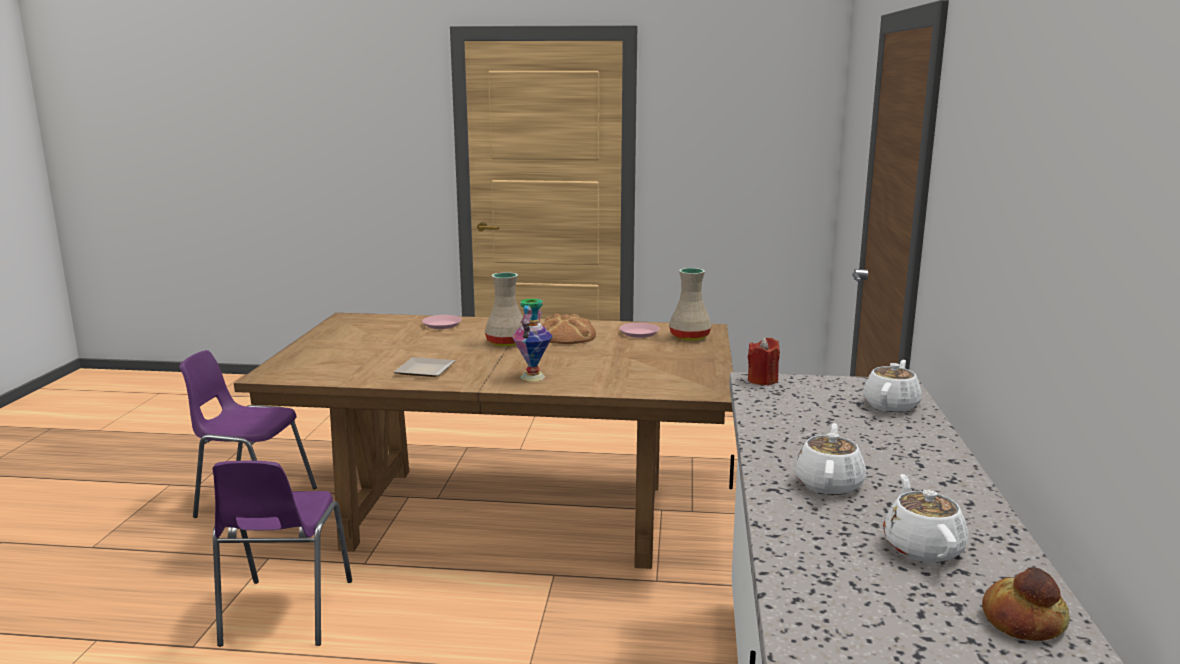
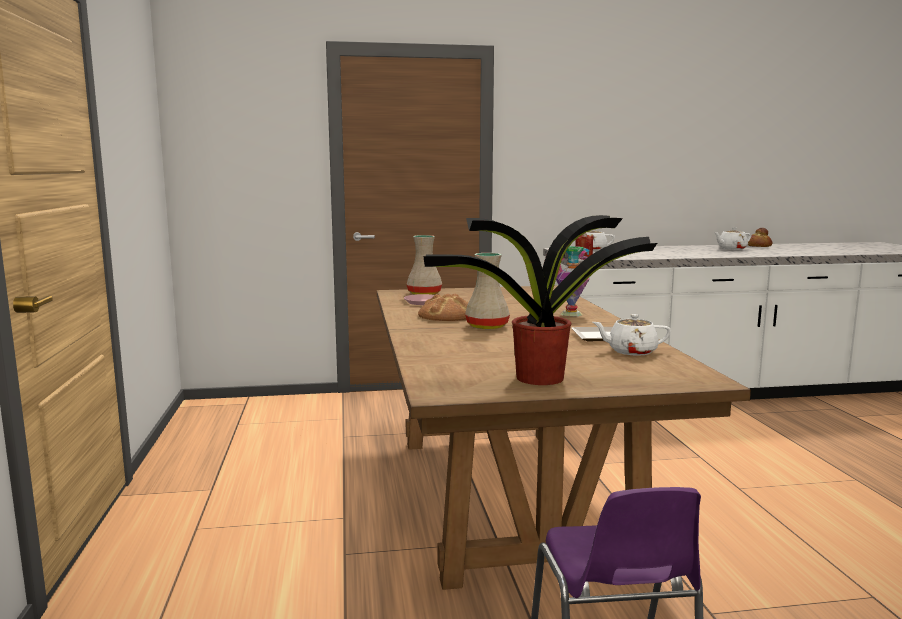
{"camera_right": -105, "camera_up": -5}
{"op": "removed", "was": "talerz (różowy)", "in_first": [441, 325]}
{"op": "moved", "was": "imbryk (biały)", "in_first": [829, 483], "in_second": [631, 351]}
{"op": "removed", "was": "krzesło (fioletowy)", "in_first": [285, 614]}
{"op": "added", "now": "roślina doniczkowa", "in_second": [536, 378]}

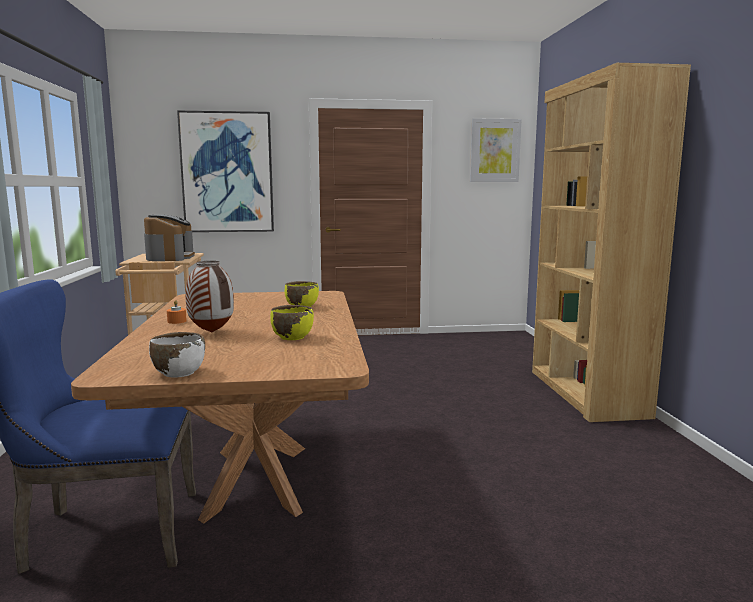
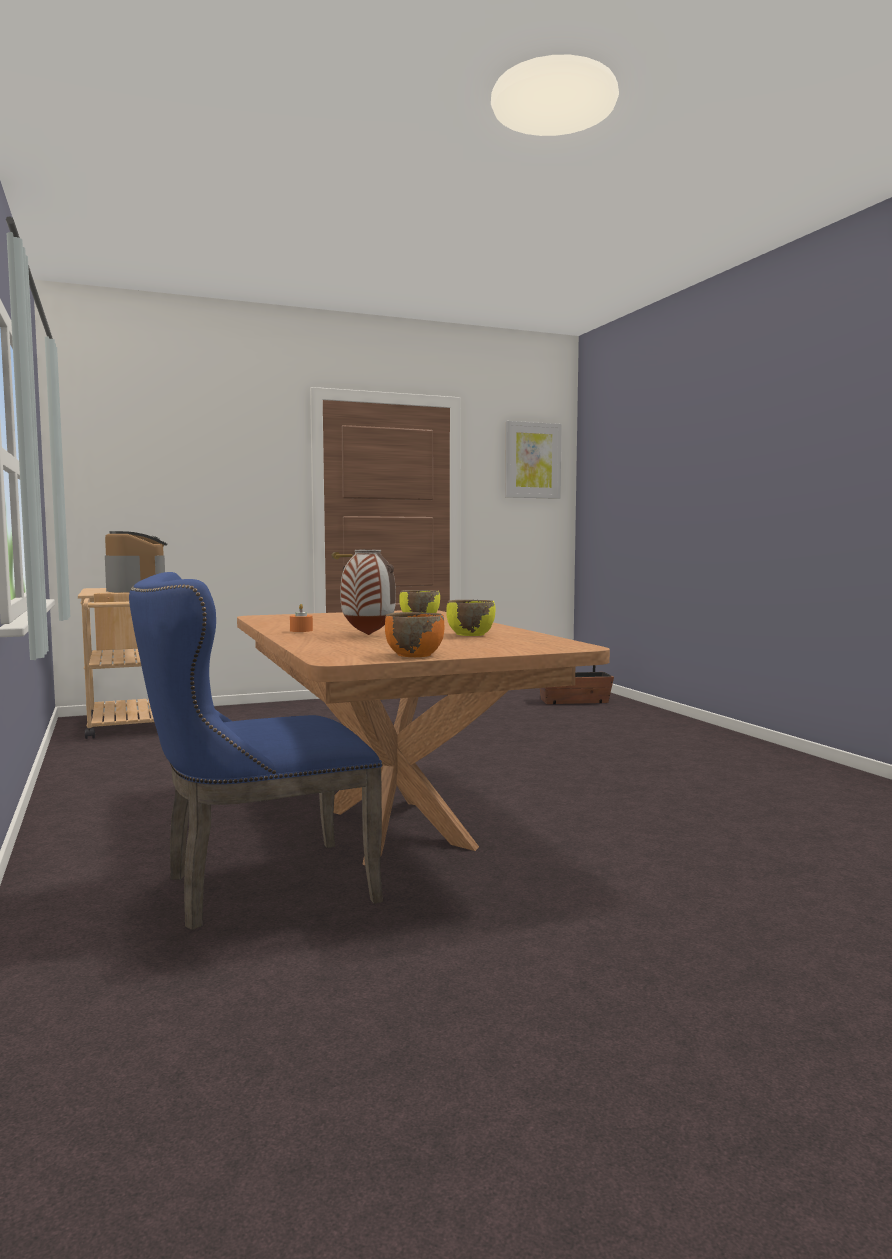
{"camera_right": -15, "camera_up": -5}
{"op": "removed", "was": "regał (brązowy)", "in_first": [585, 393]}
{"op": "removed", "was": "obraz", "in_first": [227, 172]}
{"op": "recoloured", "was": "miska (biały)", "now": "miska (pomarańczowy)", "in_first": [178, 373], "in_second": [414, 655]}
{"op": "added", "now": "donica", "in_second": [574, 701]}

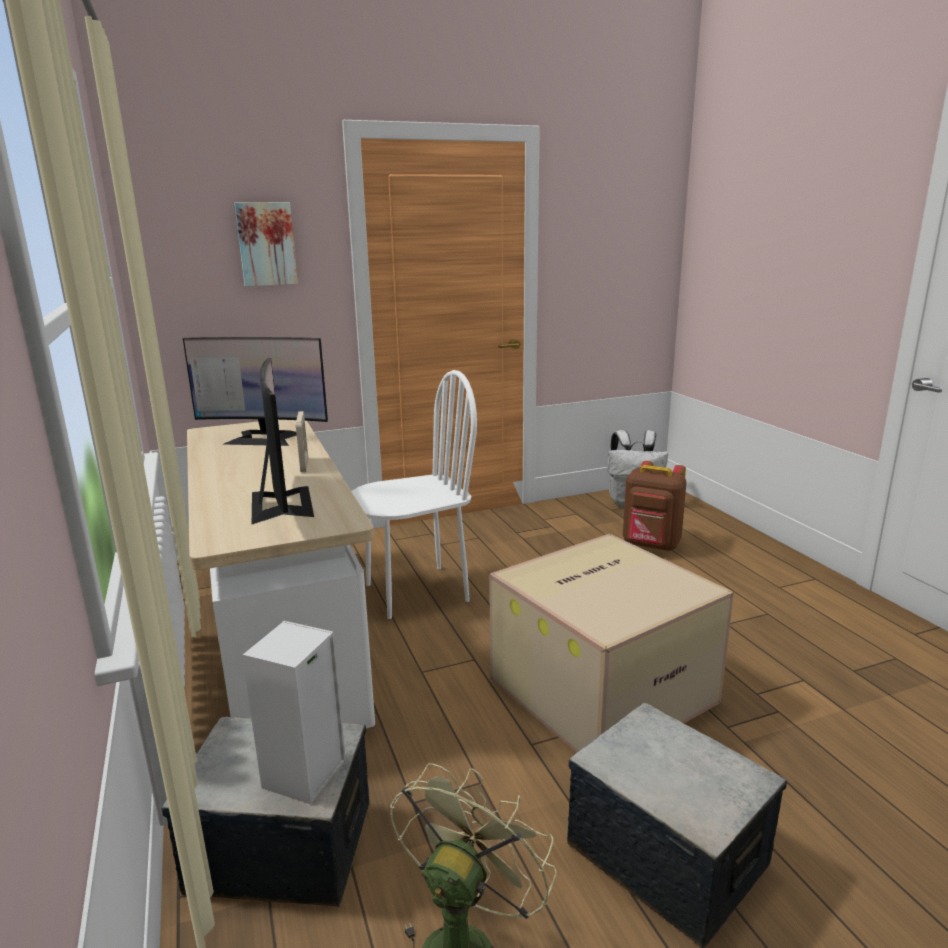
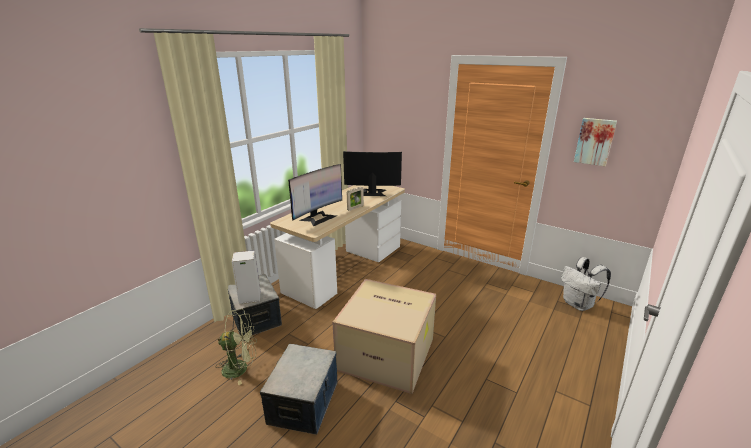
{"camera_right": 55, "camera_up": 5}
{"op": "moved", "was": "obraz", "in_first": [266, 244], "in_second": [594, 141]}
{"op": "turned", "was": "monitor", "in_first": [264, 438], "in_second": [372, 192], "clockwise": 120}
{"op": "removed", "was": "krzesło (biały)", "in_first": [416, 592]}
{"op": "removed", "was": "plecak (brązowy)", "in_first": [651, 545]}

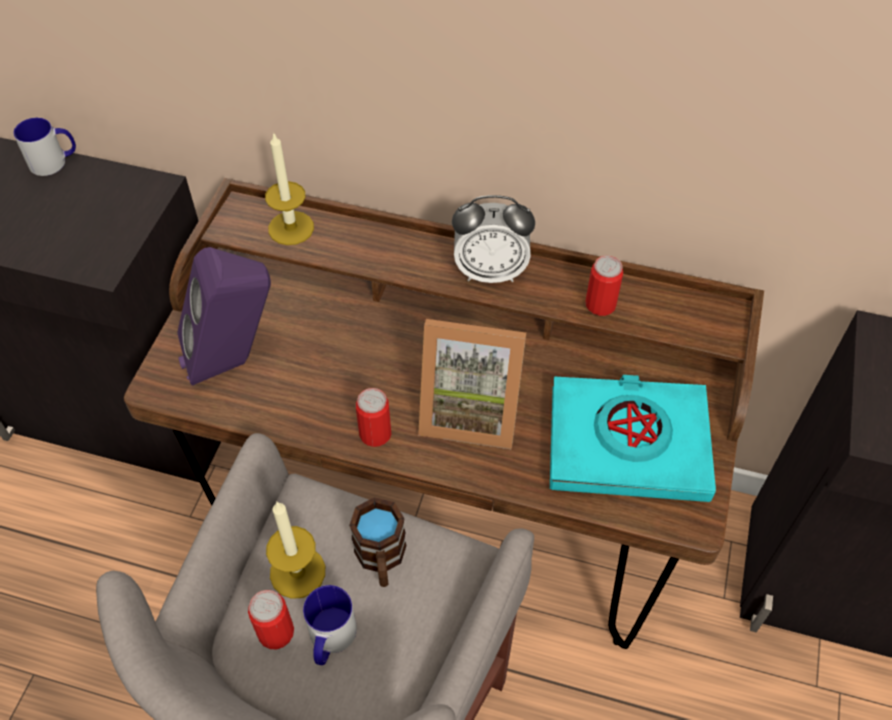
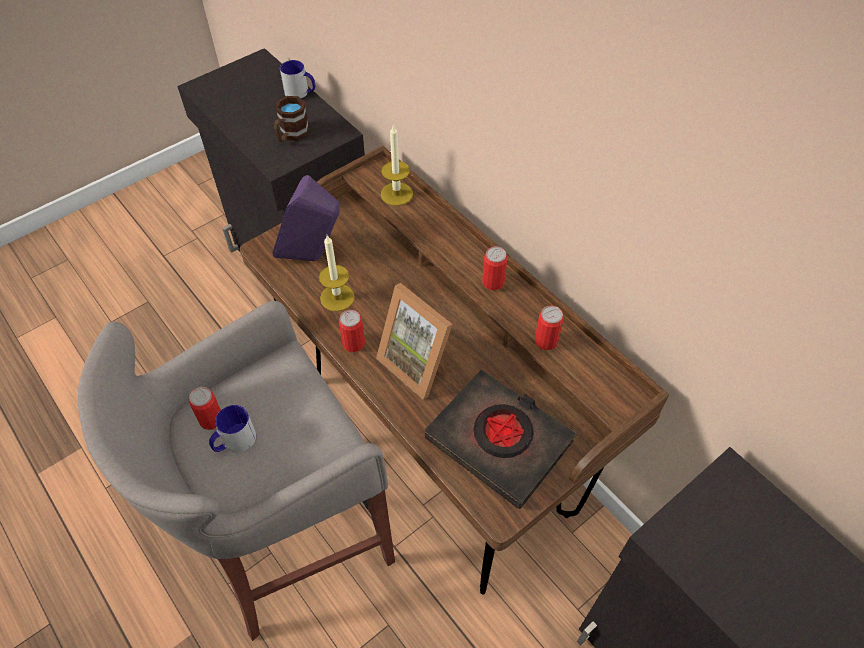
{"camera_right": 35, "camera_up": 0}
{"op": "replaced", "was": "budzik", "now": "puszka", "in_first": [490, 271], "in_second": [493, 282]}
{"op": "recoloured", "was": "książka (turkusowy)", "now": "książka (czarny)", "in_first": [627, 443], "in_second": [499, 440]}
{"op": "moved", "was": "kubek (brązowy)", "in_first": [381, 559], "in_second": [291, 135]}
{"op": "moved", "was": "świeca", "in_first": [297, 572], "in_second": [337, 297]}

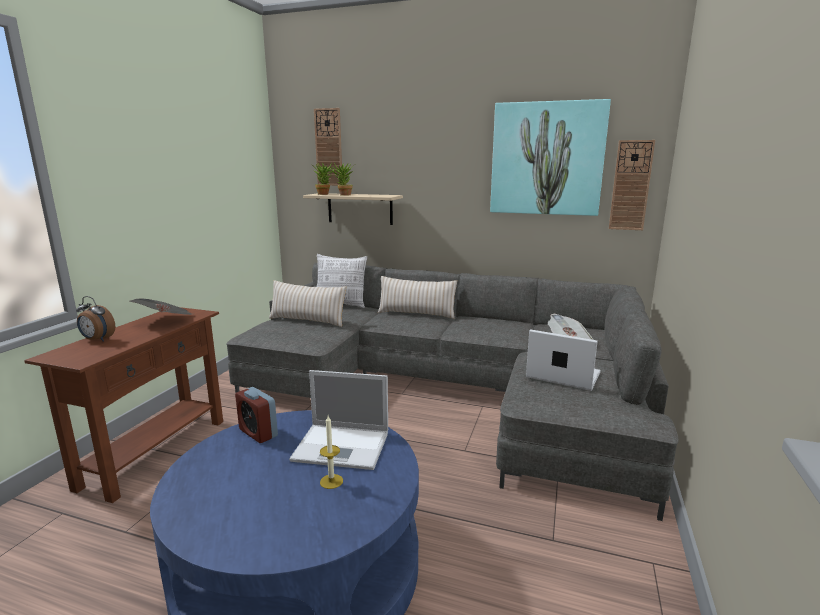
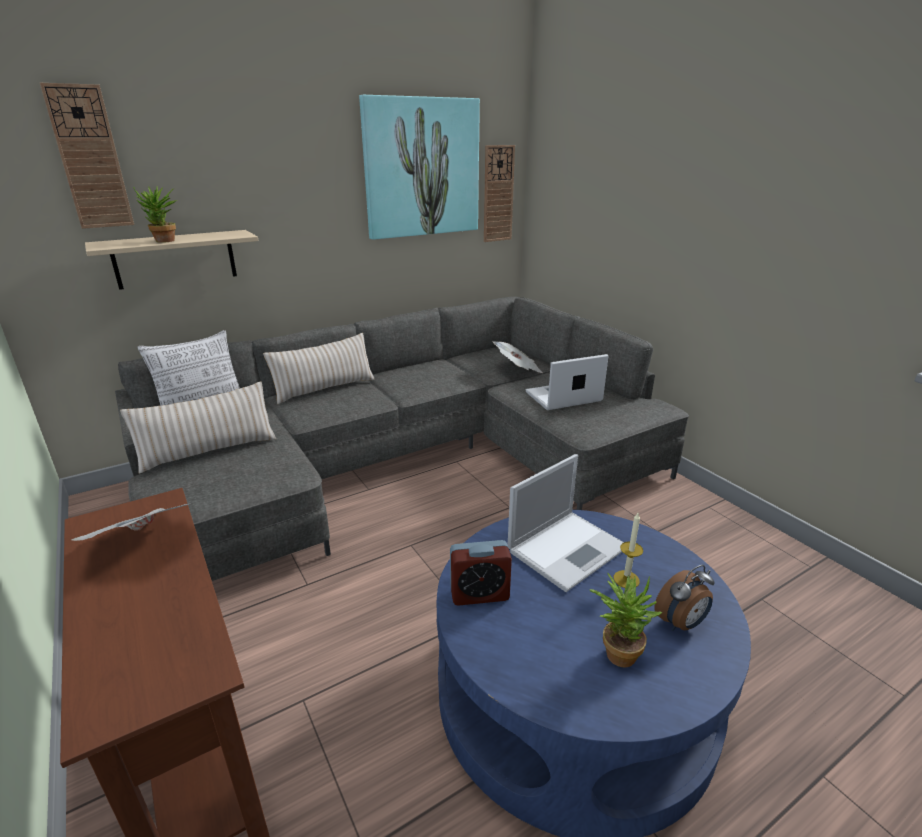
{"camera_right": -50, "camera_up": 10}
{"op": "moved", "was": "roślina doniczkowa", "in_first": [324, 194], "in_second": [617, 650]}
{"op": "moved", "was": "budzik", "in_first": [97, 340], "in_second": [681, 623]}

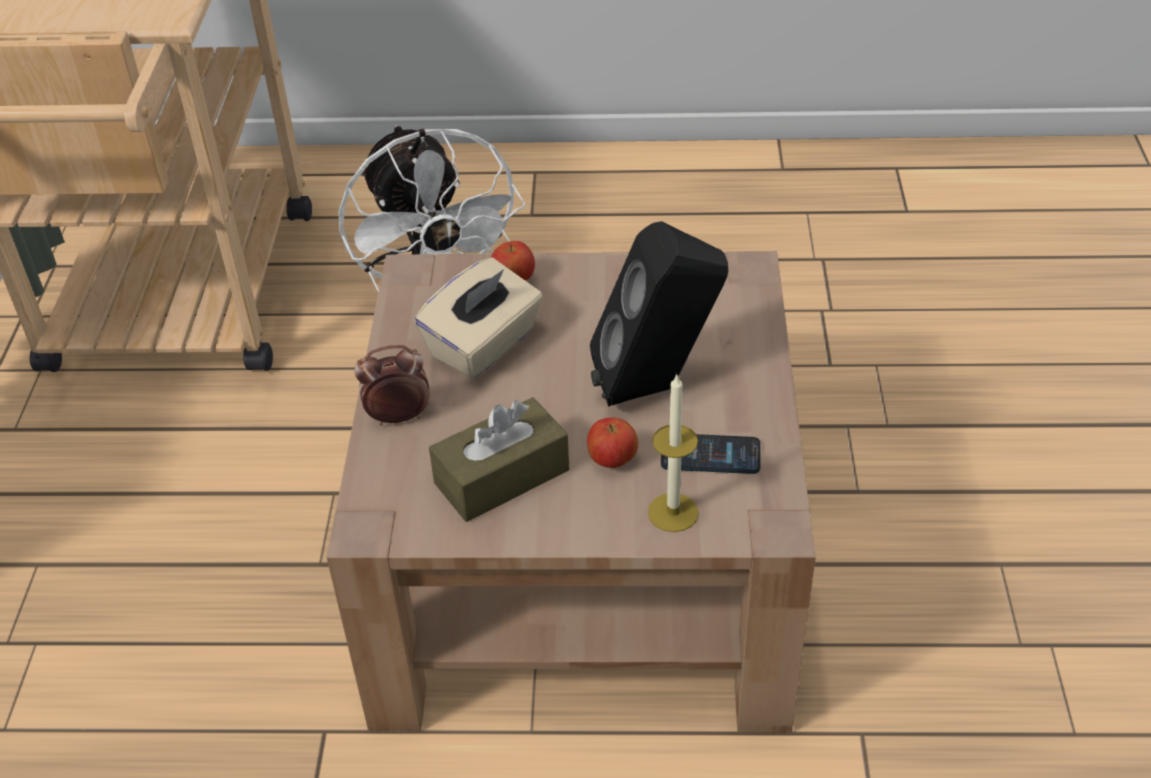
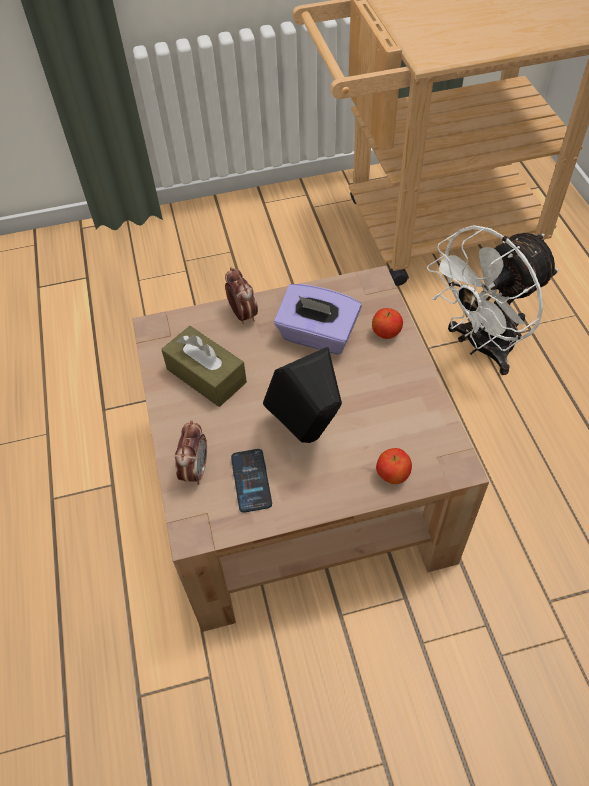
{"camera_right": 75, "camera_up": 10}
{"op": "recoloured", "was": "pudełko chusteczek (beżowy)", "now": "pudełko chusteczek (fioletowy)", "in_first": [484, 346], "in_second": [317, 336]}
{"op": "replaced", "was": "świeca", "now": "budzik", "in_first": [673, 512], "in_second": [195, 470]}
{"op": "moved", "was": "jabłko", "in_first": [612, 460], "in_second": [392, 475]}

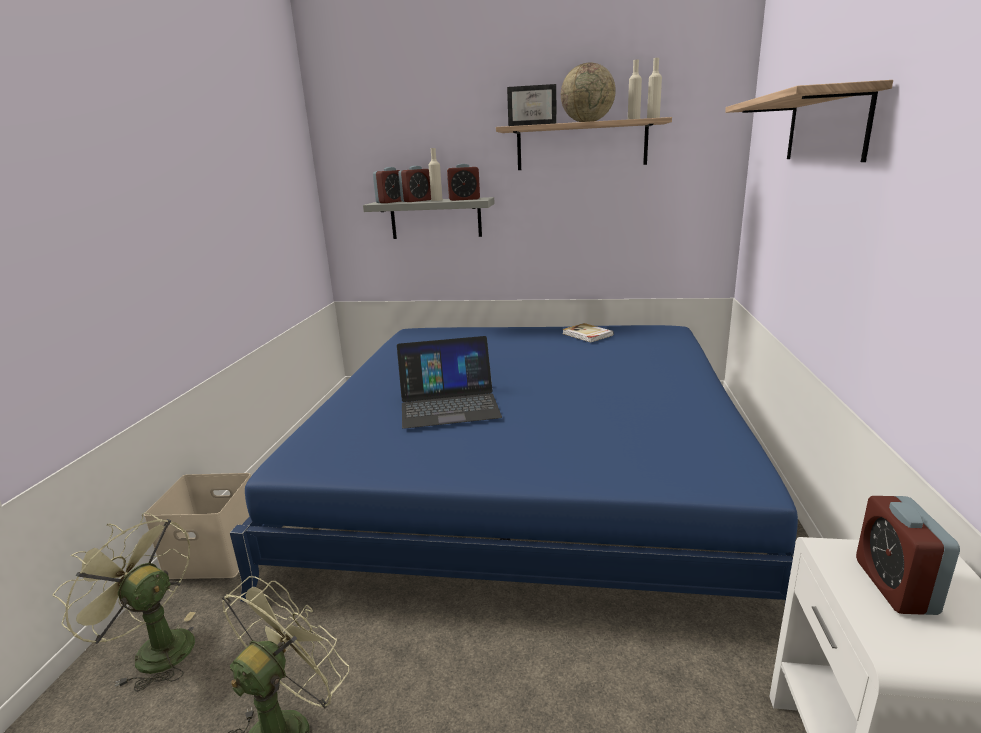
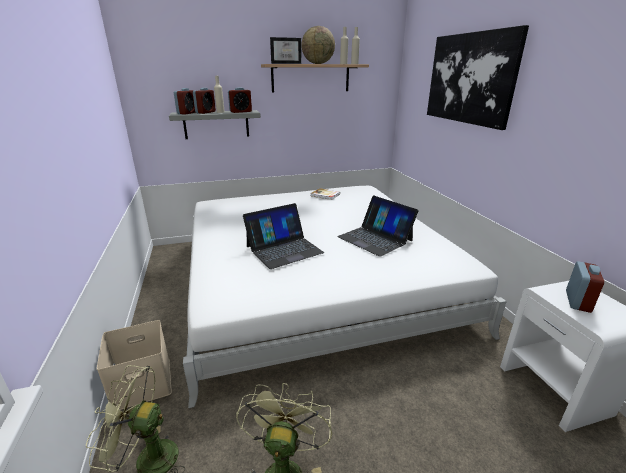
{"camera_right": -25, "camera_up": 5}
{"op": "replaced", "was": "półka", "now": "obraz", "in_first": [826, 127], "in_second": [470, 78]}
{"op": "recoloured", "was": "łóżko (niebieski)", "now": "łóżko (biały)", "in_first": [527, 468], "in_second": [314, 280]}
{"op": "turned", "was": "budzik", "in_first": [894, 586], "in_second": [577, 301], "clockwise": -135}
{"op": "added", "now": "laptop", "in_second": [375, 238]}

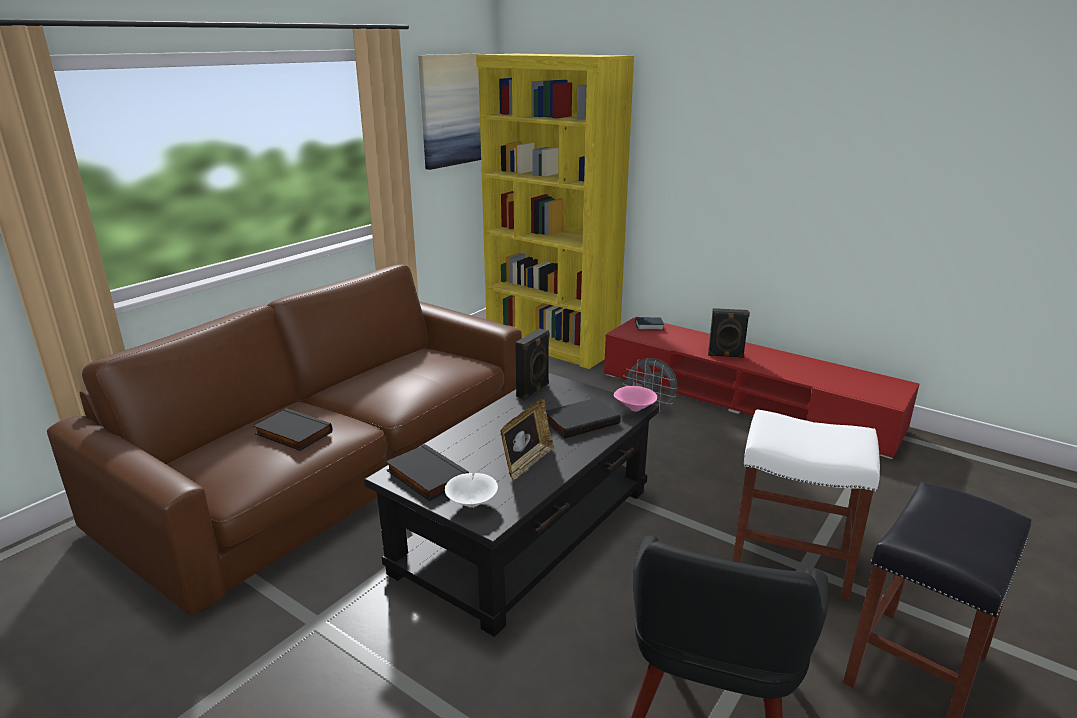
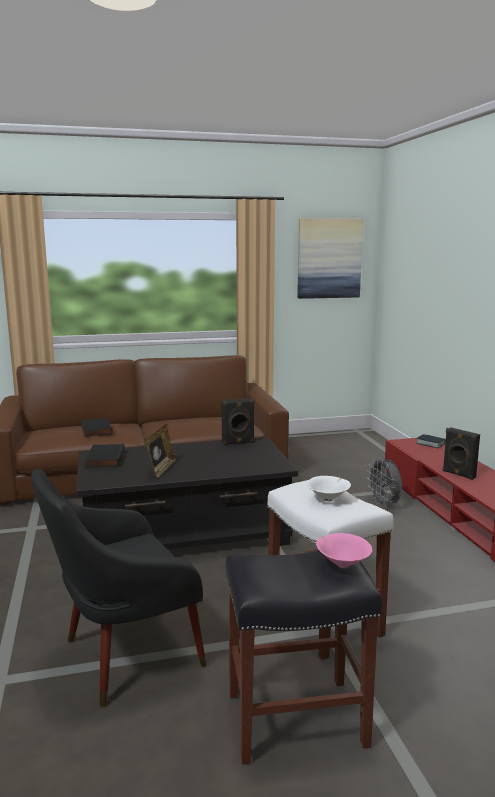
{"camera_right": 40, "camera_up": -10}
{"op": "removed", "was": "regał (żółty)", "in_first": [551, 344]}
{"op": "moved", "was": "miska (różowy)", "in_first": [634, 409], "in_second": [342, 564]}
{"op": "removed", "was": "książka (czarny)", "in_first": [581, 421]}
{"op": "turned", "was": "ramka na zdjęcie", "in_first": [527, 462], "in_second": [161, 469], "clockwise": -60}
{"op": "moved", "was": "miska (biały)", "in_first": [472, 503], "in_second": [329, 499]}

